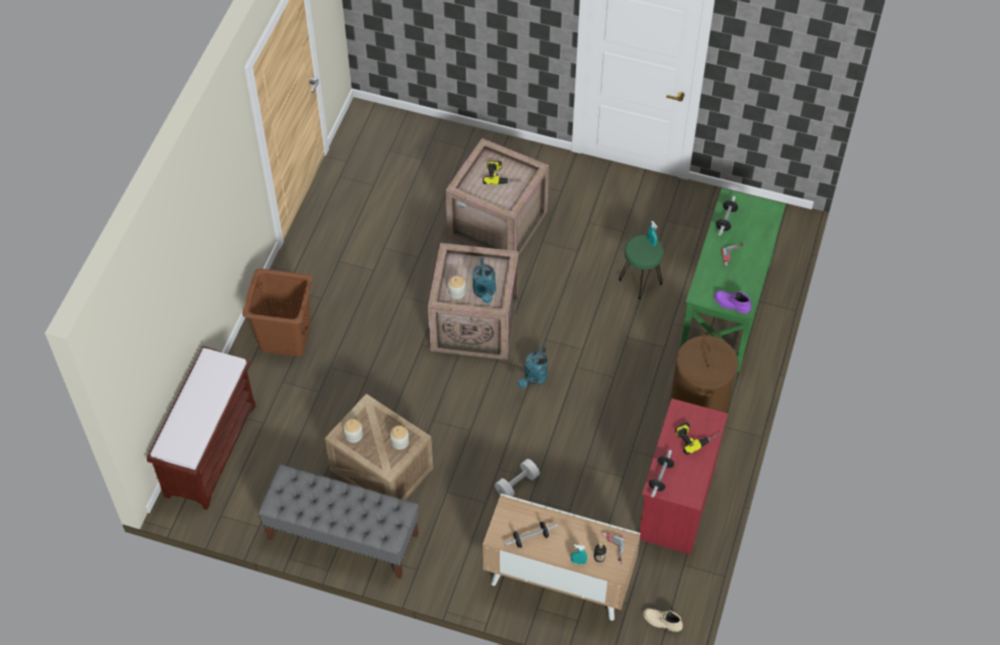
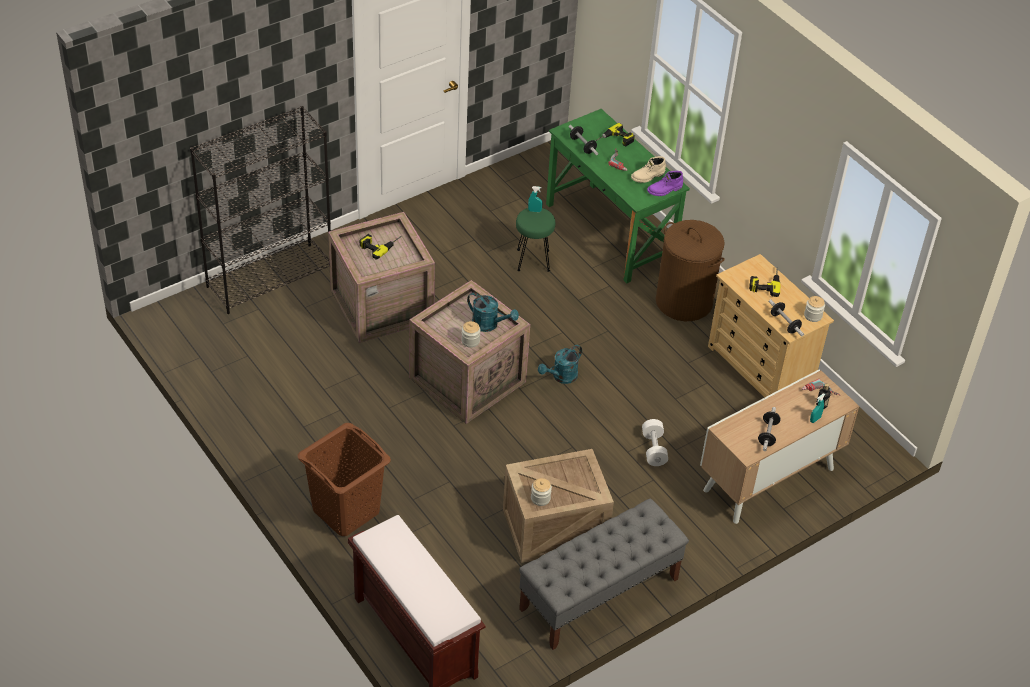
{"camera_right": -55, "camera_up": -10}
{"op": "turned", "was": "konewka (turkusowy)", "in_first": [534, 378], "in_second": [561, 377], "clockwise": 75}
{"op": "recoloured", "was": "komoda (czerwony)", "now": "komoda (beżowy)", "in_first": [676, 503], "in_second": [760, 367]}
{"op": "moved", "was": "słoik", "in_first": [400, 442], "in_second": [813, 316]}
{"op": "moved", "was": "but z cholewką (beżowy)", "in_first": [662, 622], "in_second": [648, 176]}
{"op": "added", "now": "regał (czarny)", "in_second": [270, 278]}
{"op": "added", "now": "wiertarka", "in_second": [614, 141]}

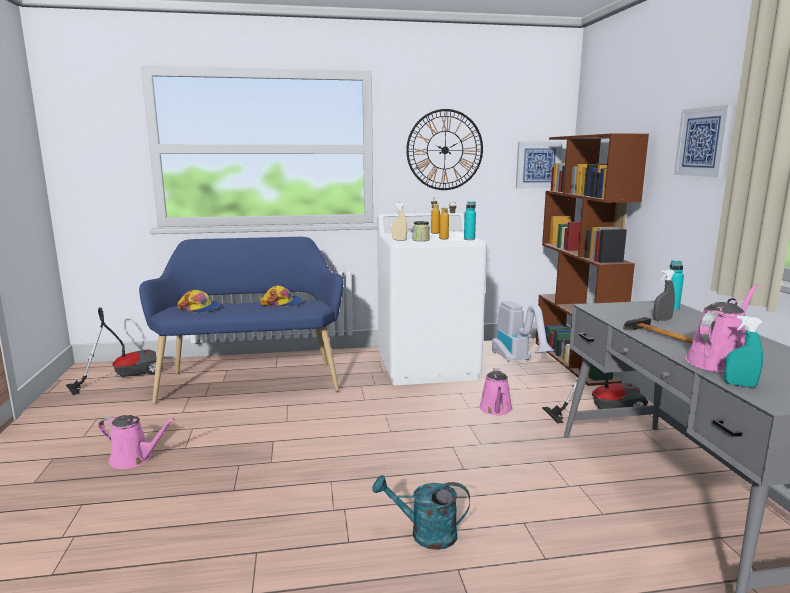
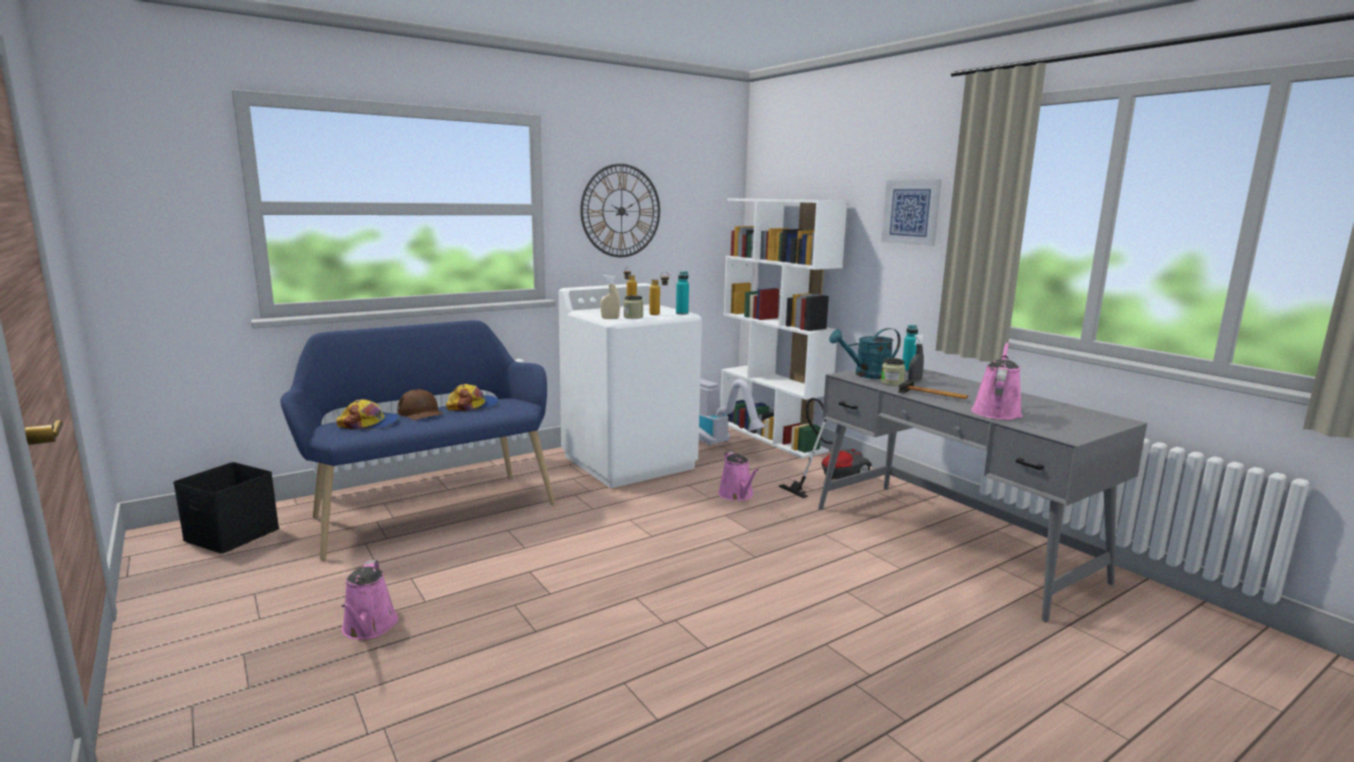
{"camera_right": -25, "camera_up": 0}
{"op": "recoloured", "was": "regał (brązowy)", "now": "regał (biały)", "in_first": [575, 361], "in_second": [772, 436]}
{"op": "removed", "was": "obraz", "in_first": [538, 165]}
{"op": "replaced", "was": "odkurzacz", "now": "pojemnik do przechowywania (czarny)", "in_first": [124, 376], "in_second": [234, 534]}
{"op": "removed", "was": "spryskiwacz (turkusowy)", "in_first": [740, 385]}
{"op": "turned", "was": "konewka (różowy)", "in_first": [134, 459], "in_second": [369, 628], "clockwise": 90}
{"op": "moved", "was": "konewka (turkusowy)", "in_first": [425, 534], "in_second": [866, 375]}
{"op": "added", "now": "słoik", "in_second": [892, 383]}
{"op": "added", "now": "czapka z daszkiem (brązowy)", "in_second": [421, 413]}

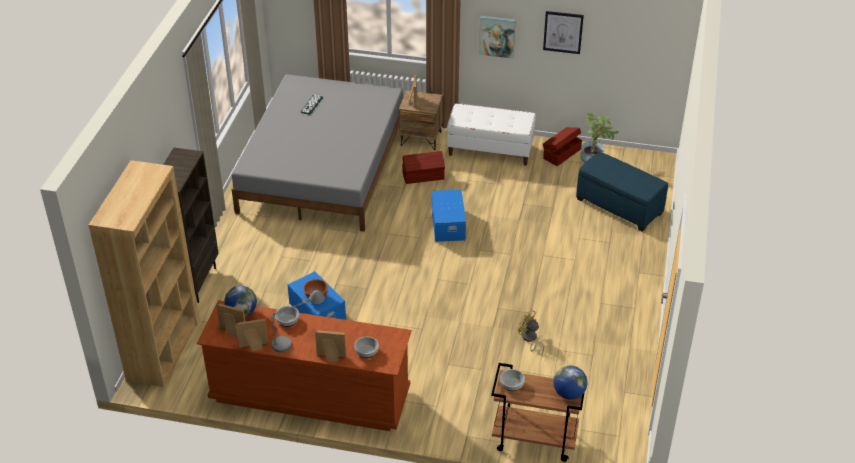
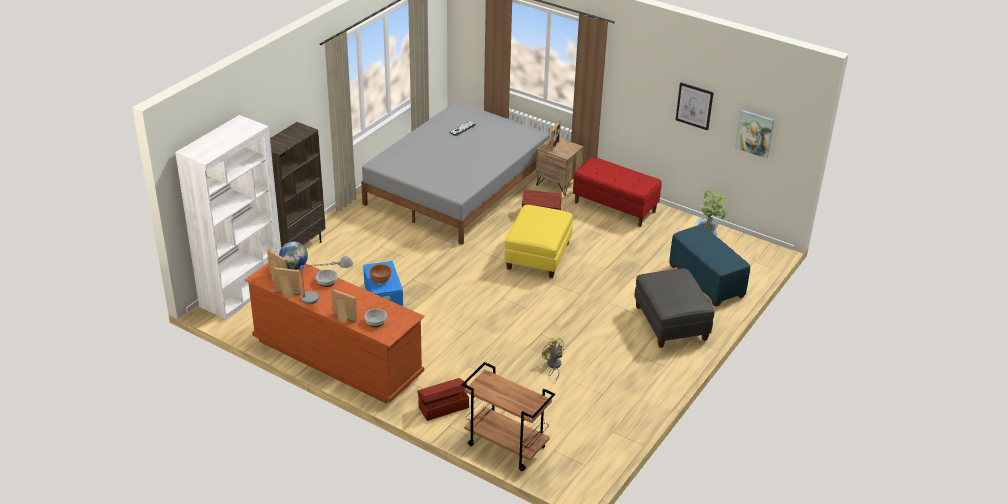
{"camera_right": 20, "camera_up": -5}
{"op": "moved", "was": "obraz", "in_first": [497, 36], "in_second": [754, 133]}
{"op": "recoloured", "was": "ławka (biały)", "now": "ławka (czerwony)", "in_first": [490, 150], "in_second": [615, 207]}
{"op": "moved", "was": "pojemnik do przechowywania (brązowy)", "in_first": [561, 154], "in_second": [443, 407]}
{"op": "recoloured", "was": "regał (brązowy)", "now": "regał (biały)", "in_first": [164, 349], "in_second": [242, 291]}
{"op": "replaced", "was": "pojemnik do przechowywania (niebieski)", "now": "pufa (żółty)", "in_first": [447, 224], "in_second": [538, 257]}
{"op": "removed", "was": "globus", "in_first": [569, 393]}
{"op": "removed", "was": "miska", "in_first": [511, 384]}
{"op": "added", "now": "pufa (szary)", "in_second": [671, 324]}

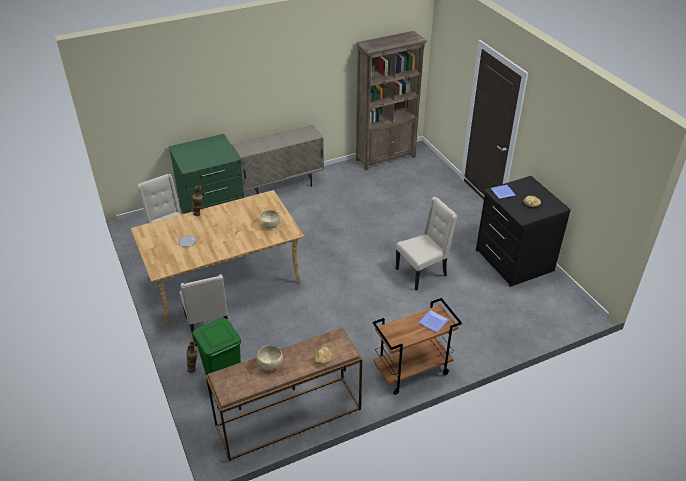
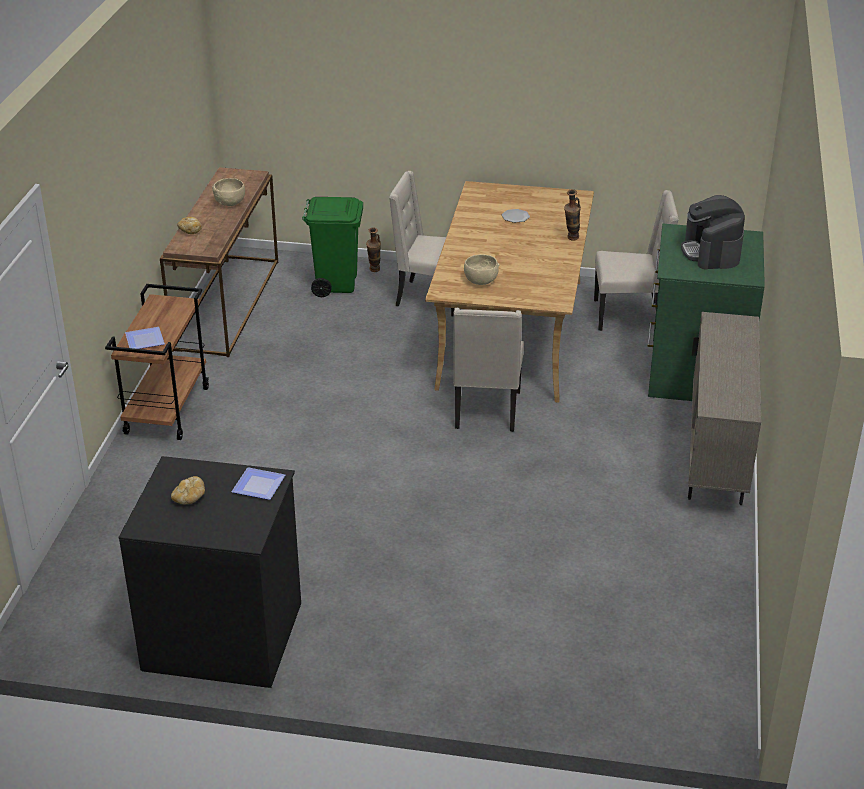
{"camera_right": 125, "camera_up": -5}
{"op": "removed", "was": "regał (brązowy)", "in_first": [386, 158]}
{"op": "moved", "was": "krzesło (beżowy)", "in_first": [422, 272], "in_second": [486, 411]}
{"op": "added", "now": "ekspres do kawy", "in_second": [711, 252]}

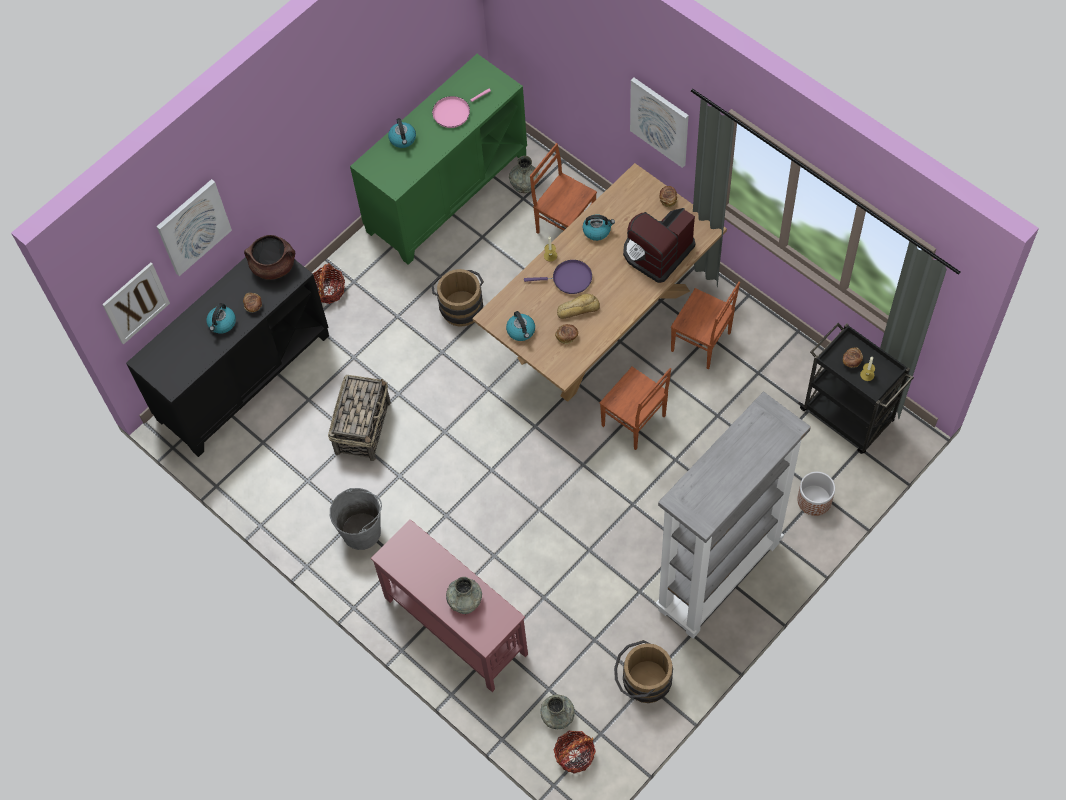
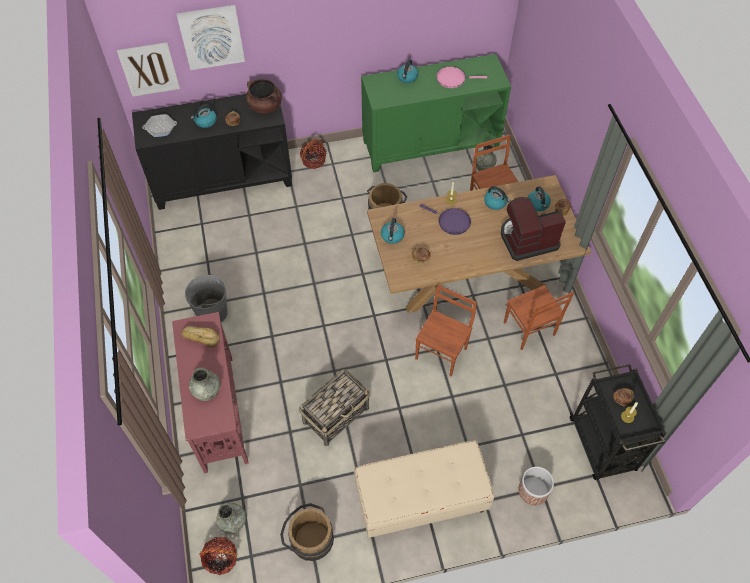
{"camera_right": 30, "camera_up": -5}
{"op": "removed", "was": "obraz", "in_first": [660, 121]}
{"op": "moved", "was": "chleb", "in_first": [578, 308], "in_second": [201, 337]}
{"op": "turned", "was": "krzesło (brązowy)", "in_first": [634, 422], "in_second": [442, 353], "clockwise": -135}
{"op": "moved", "was": "koszyk", "in_first": [363, 427], "in_second": [336, 415]}
{"op": "replaced", "was": "regał (szary)", "now": "ławka (beżowy)", "in_first": [719, 578], "in_second": [420, 501]}
{"op": "added", "now": "patelnia", "in_second": [160, 128]}
{"op": "added", "now": "czajnik", "in_second": [538, 204]}

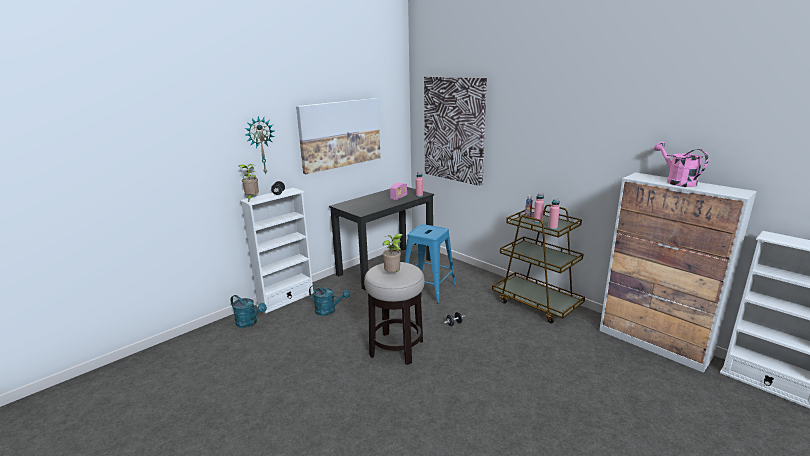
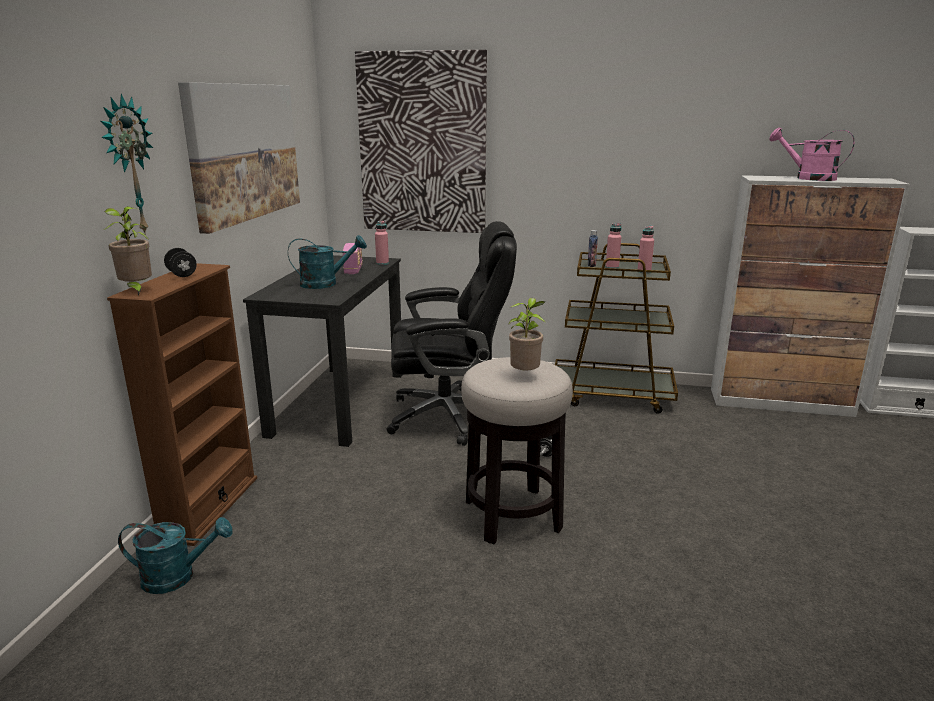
{"camera_right": -35, "camera_up": 0}
{"op": "recoloured", "was": "regał (biały)", "now": "regał (brązowy)", "in_first": [286, 299], "in_second": [209, 507]}
{"op": "replaced", "was": "stołek (niebieski)", "now": "krzesło biurowe (czarny)", "in_first": [428, 289], "in_second": [449, 416]}
{"op": "moved", "was": "konewka (turkusowy)", "in_first": [329, 311], "in_second": [326, 283]}

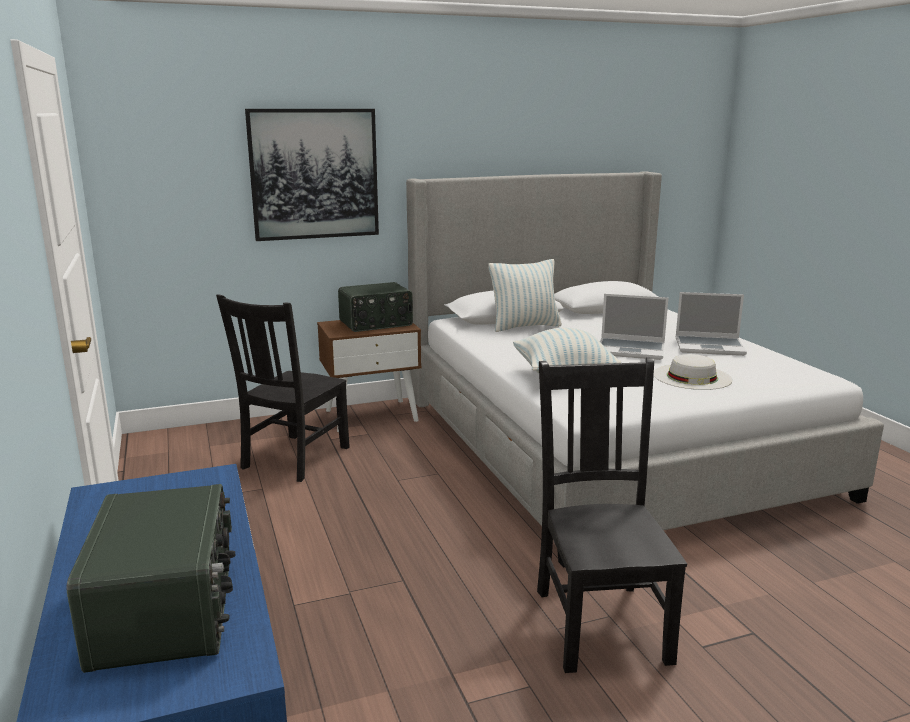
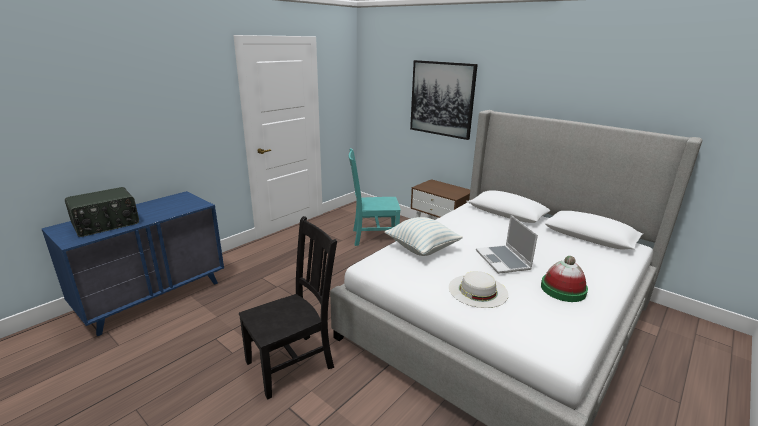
{"camera_right": 60, "camera_up": 5}
{"op": "removed", "was": "poduszka", "in_first": [524, 326]}
{"op": "removed", "was": "radio", "in_first": [376, 323]}
{"op": "replaced", "was": "laptop", "now": "kapelusz", "in_first": [710, 347], "in_second": [563, 289]}
{"op": "recoloured", "was": "krzesło (czarny)", "now": "krzesło (turkusowy)", "in_first": [293, 459], "in_second": [373, 237]}

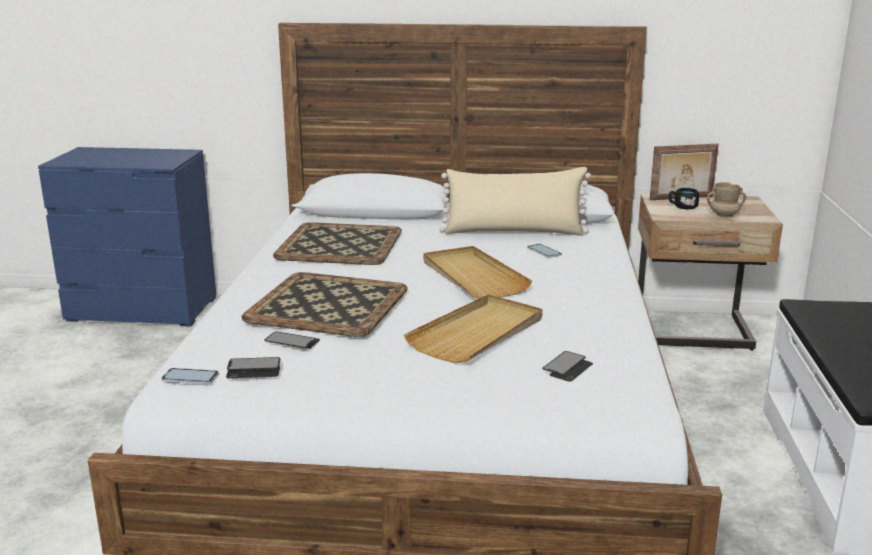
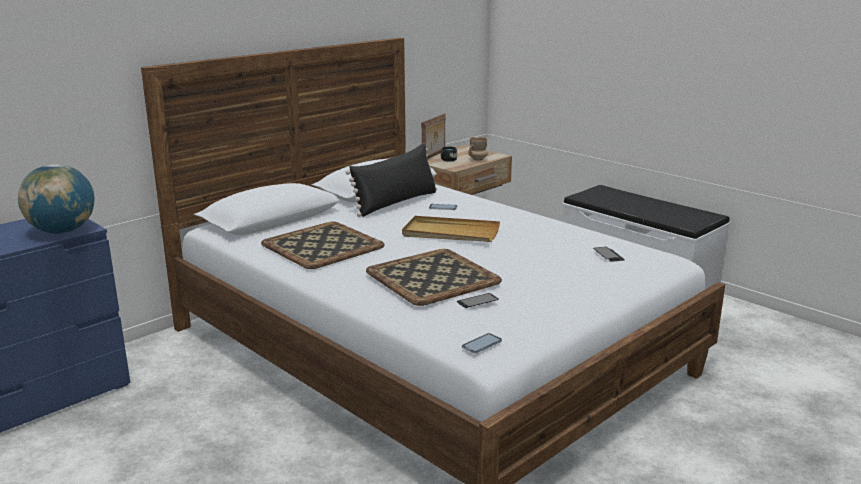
{"camera_right": -50, "camera_up": 0}
{"op": "recoloured", "was": "poduszka (beżowy)", "now": "poduszka (czarny)", "in_first": [514, 232], "in_second": [396, 202]}
{"op": "removed", "was": "taca (beżowy)", "in_first": [478, 333]}
{"op": "removed", "was": "telefon", "in_first": [253, 369]}
{"op": "added", "now": "globus", "in_second": [62, 231]}

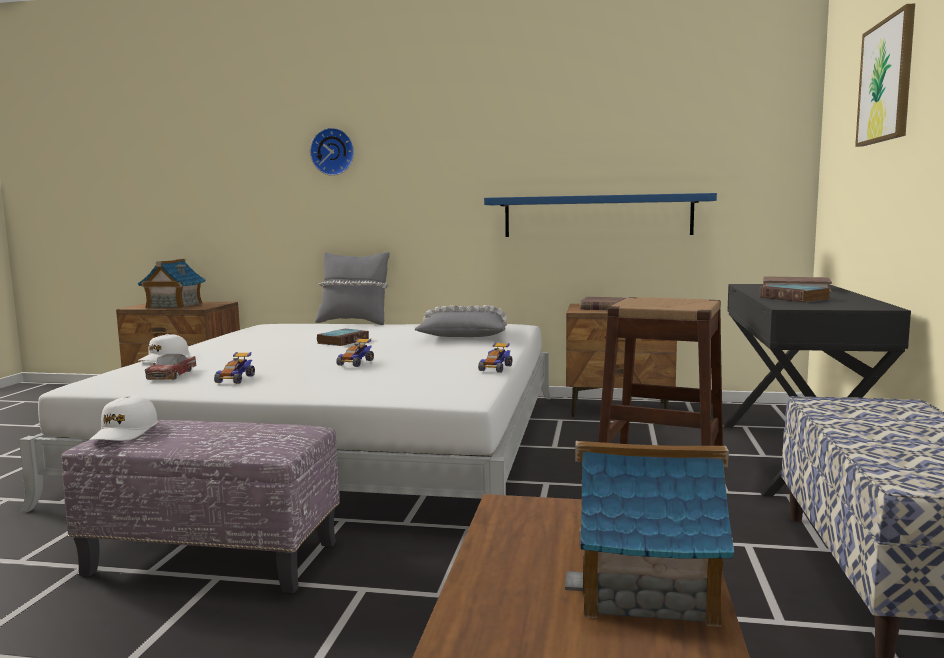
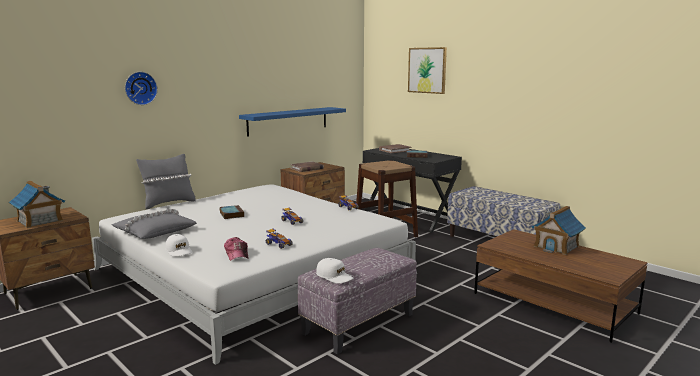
{"camera_right": -55, "camera_up": 5}
{"op": "moved", "was": "poduszka (szary)", "in_first": [464, 334], "in_second": [154, 232]}
{"op": "replaced", "was": "samochodzik", "now": "czapka z daszkiem", "in_first": [172, 375], "in_second": [237, 254]}

